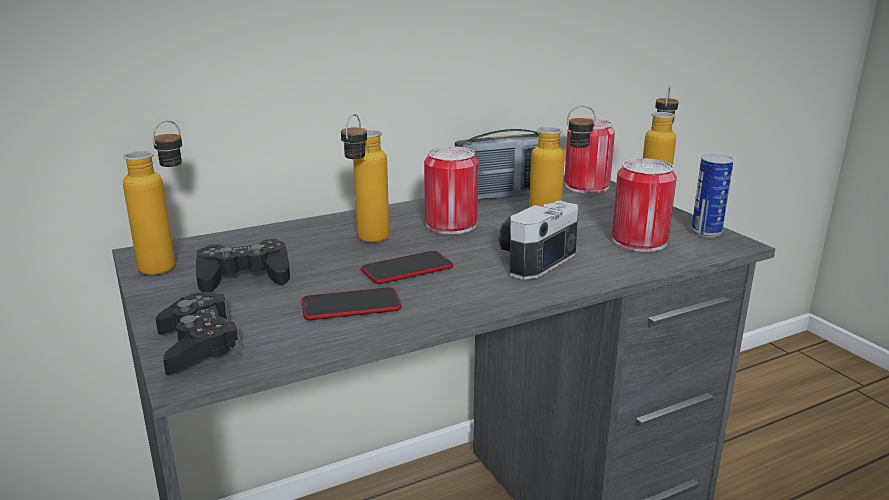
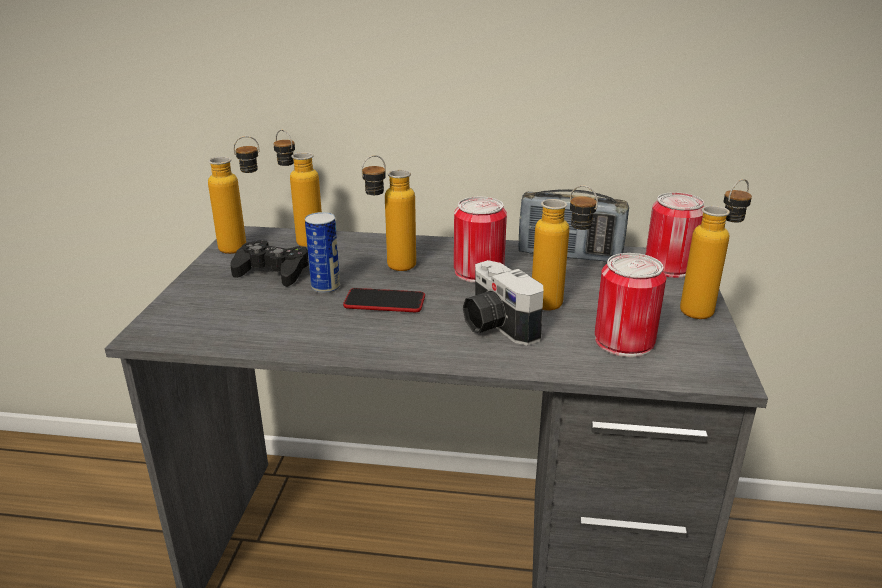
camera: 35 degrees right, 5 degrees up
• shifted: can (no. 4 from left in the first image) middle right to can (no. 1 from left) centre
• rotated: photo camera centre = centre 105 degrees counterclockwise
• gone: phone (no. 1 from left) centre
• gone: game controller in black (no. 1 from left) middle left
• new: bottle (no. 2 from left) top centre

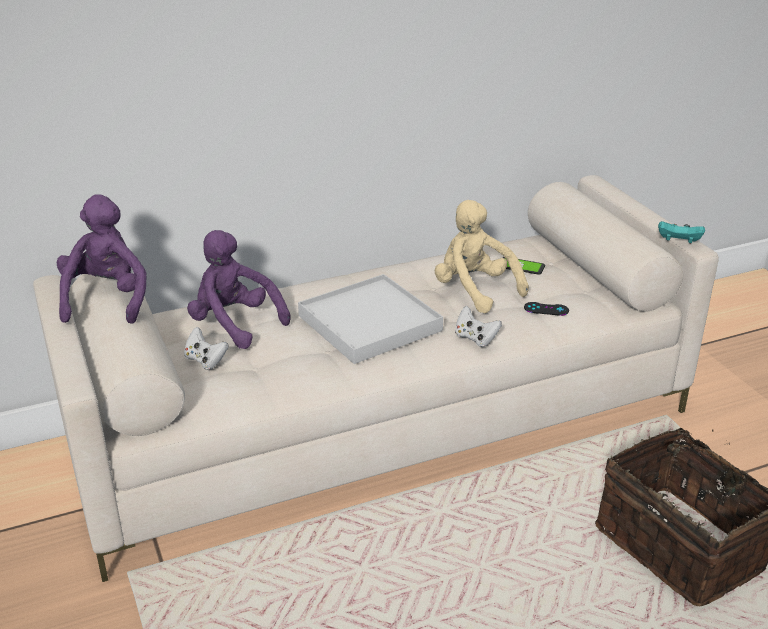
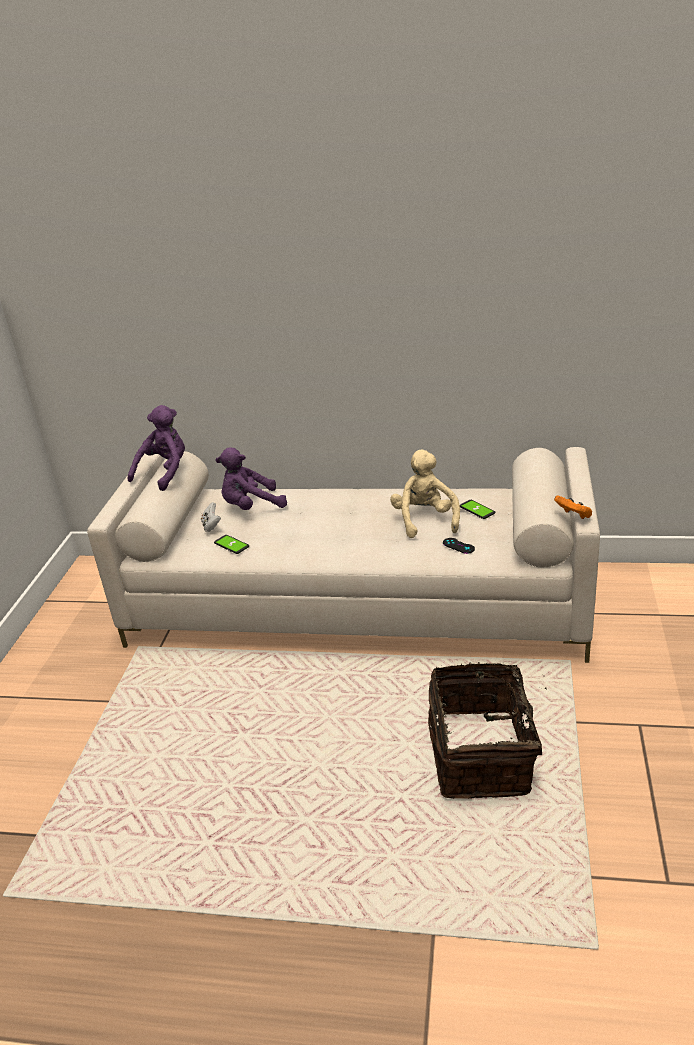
camera: 35 degrees right, 0 degrees up
• repainted: game controller in turquoise middle right to game controller in orange middle right
• rotated: plush toy in purple (no. 2 from left) middle left = centre 90 degrees counterclockwise
• gone: tray in white centre
• gone: game controller in white (no. 2 from left) centre
• new: phone (no. 1 from left) middle left

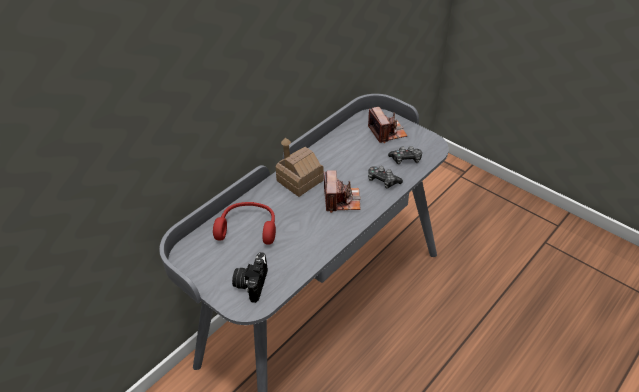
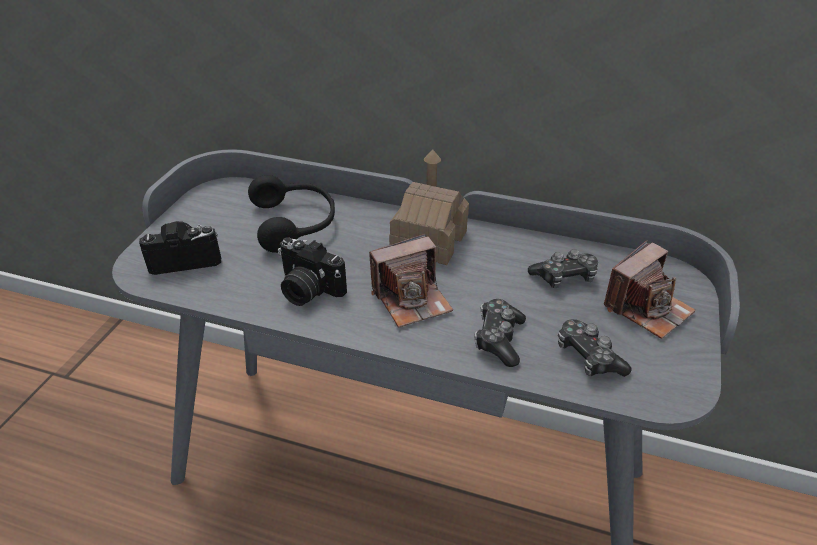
camera: 65 degrees right, 5 degrees down
• repainted: headphones in red centre to headphones in black centre
• new: photo camera (no. 2 from left) centre
• new: game controller (no. 2 from left) middle right

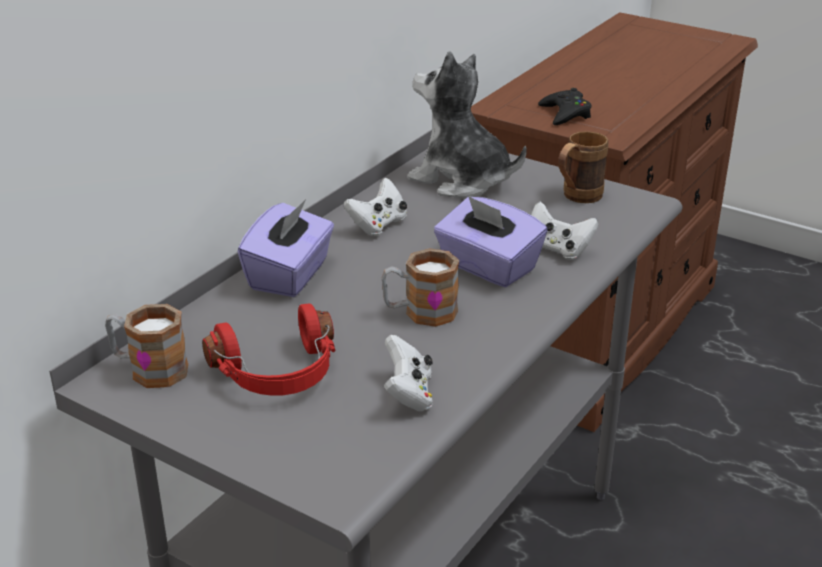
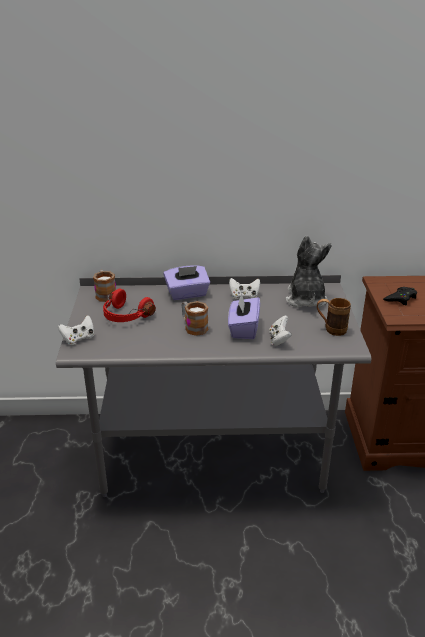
camera: 55 degrees right, 0 degrees up
• shifted: game controller in white (no. 2 from left in the first image) centre to game controller in white (no. 1 from left) middle left

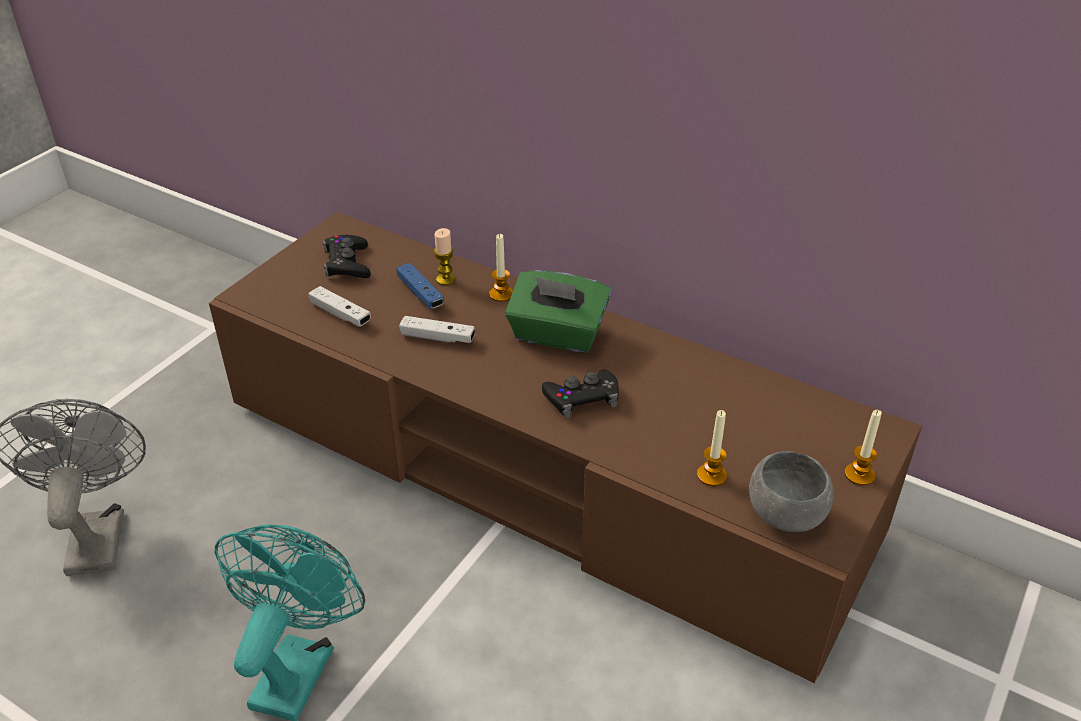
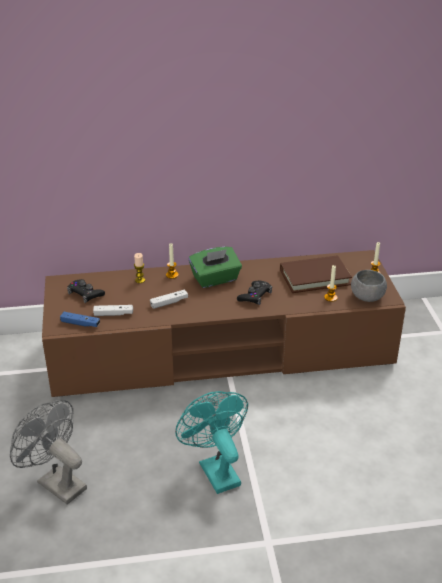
camera: 40 degrees left, 5 degrees down
• shifted: game controller in blue centre to middle left
• new: book in brown middle right

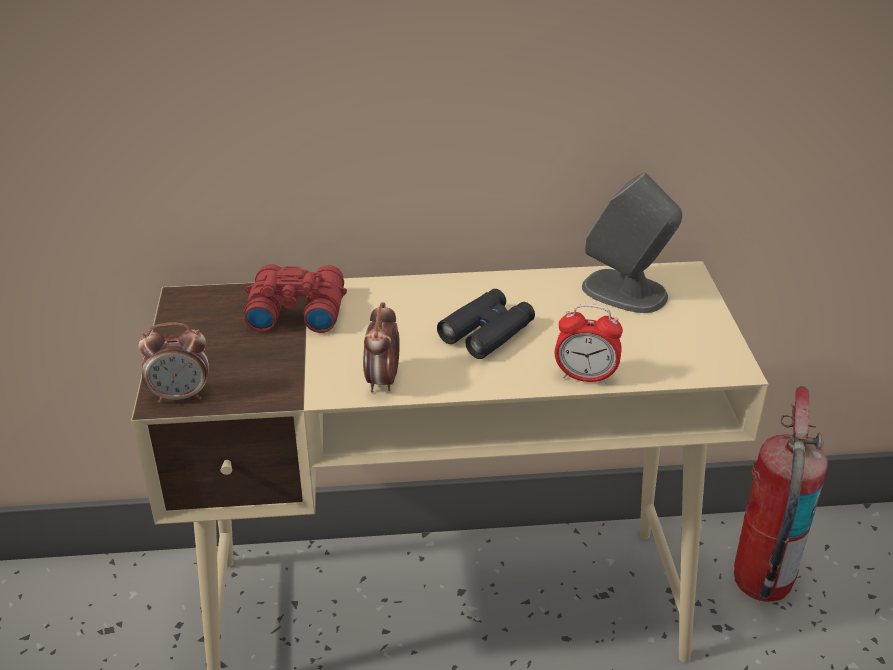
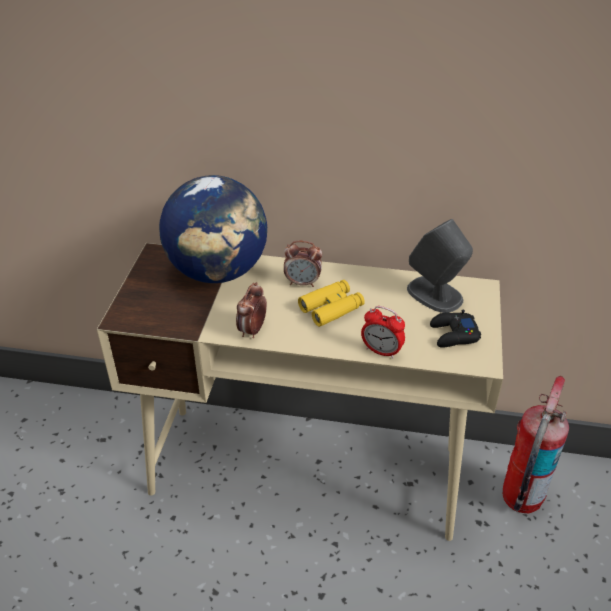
camera: 15 degrees right, 5 degrees up
• swapped: binoculars in red middle left to globe centre
• repainted: binoculars in black centre to binoculars in yellow centre
• shifted: alarm clock (no. 1 from left in the first image) middle left to alarm clock (no. 2 from left) centre
• new: game controller in black middle right

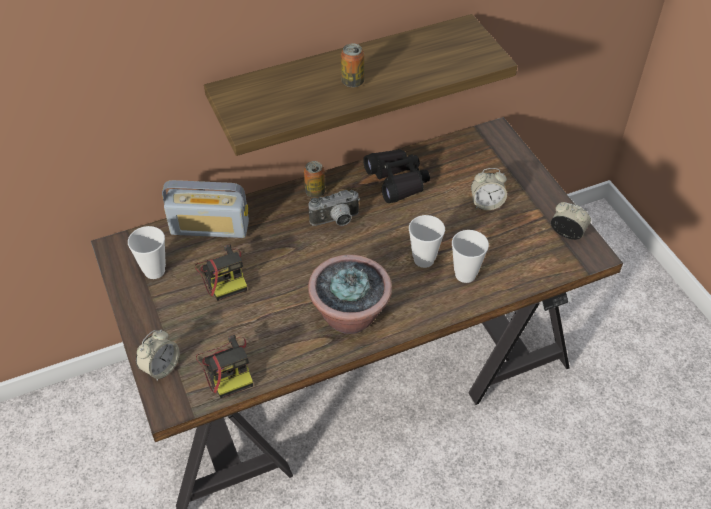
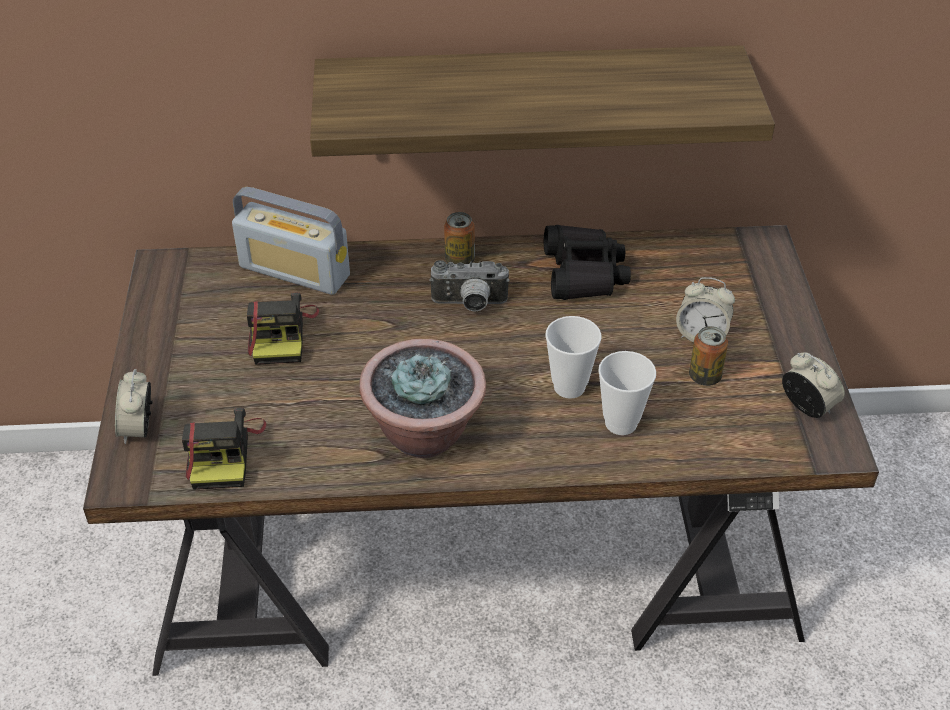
camera: 20 degrees right, 5 degrees down
• shifted: can (no. 2 from left) top centre to middle right
• gone: cup (no. 1 from left) middle left
• rotated: alarm clock (no. 1 from left) bottom left = middle left 120 degrees clockwise

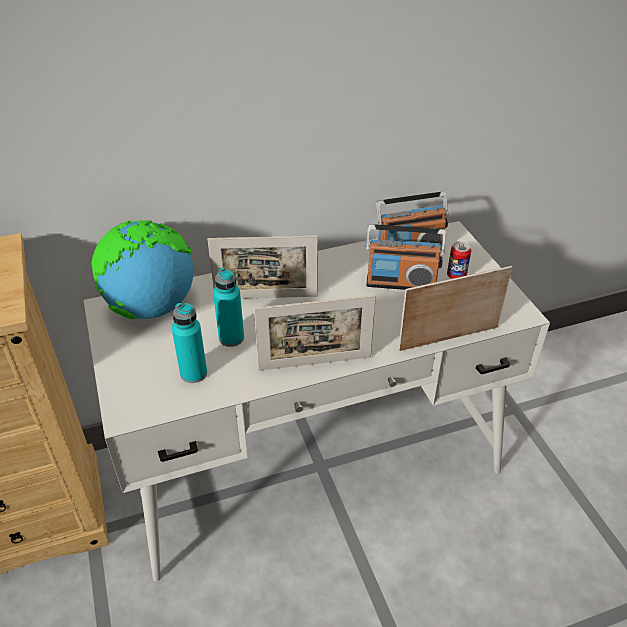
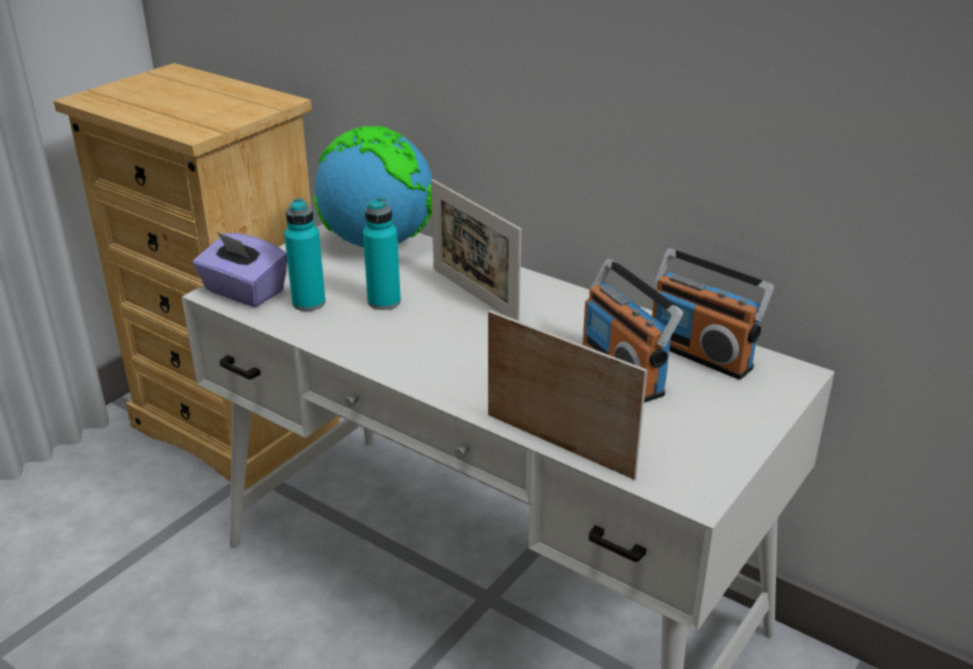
camera: 55 degrees right, 10 degrees down
• gone: can middle right
• gone: picture frame (no. 2 from left) centre
• new: tissue box in purple middle left

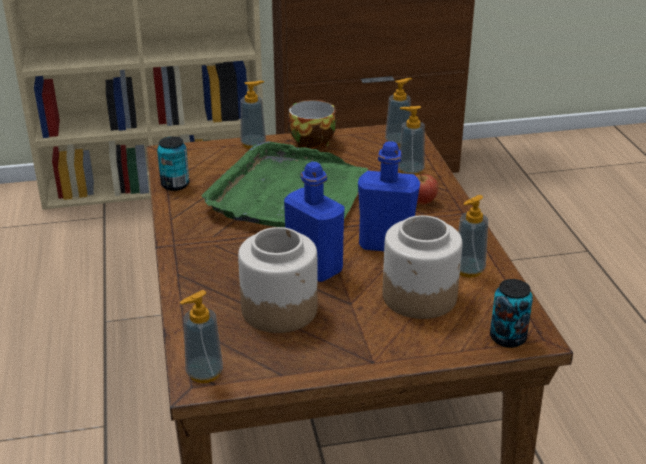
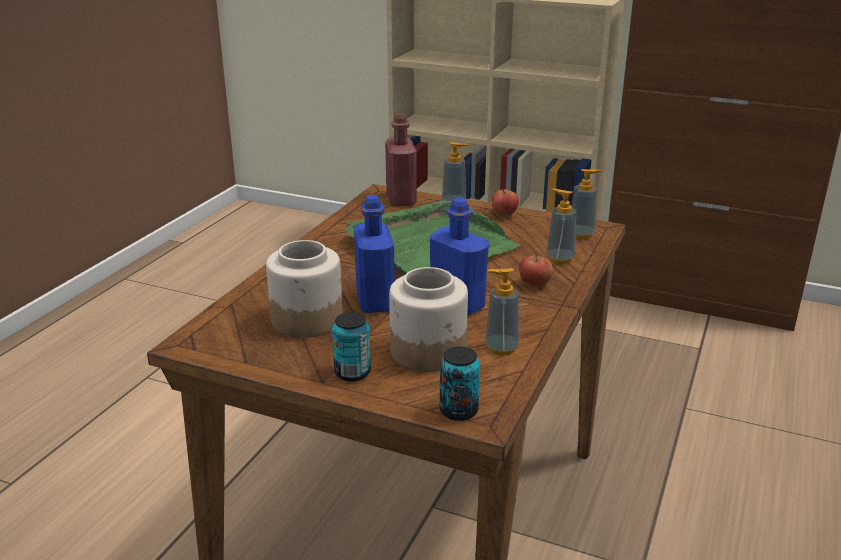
camera: 35 degrees right, 5 degrees down
• swapped: cup top centre to apple (no. 1 from left) centre
• shifted: can (no. 1 from left) middle left to centre
• gone: soap dispenser (no. 1 from left) bottom left
• new: bottle in red top centre

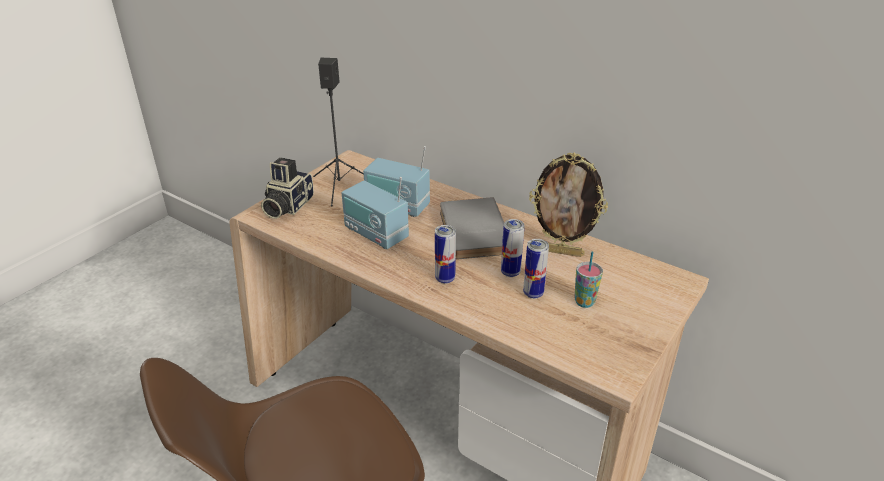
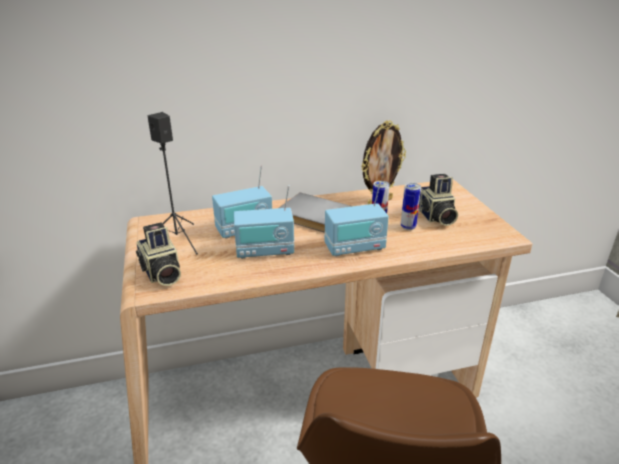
camera: 50 degrees left, 5 degrees down
• swapped: can (no. 1 from left) centre to radio (no. 3 from left) centre
• swapped: cup centre to photo camera (no. 2 from left) middle right

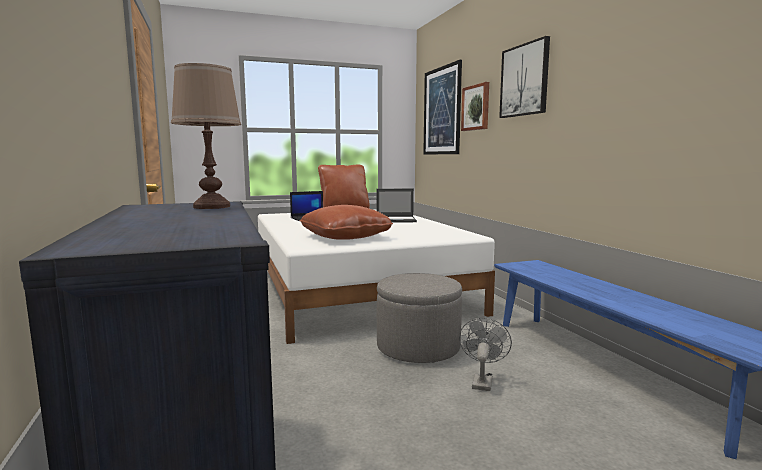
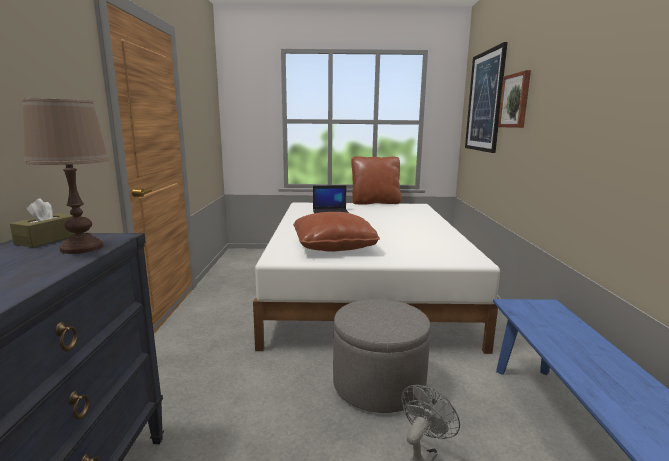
camera: 20 degrees right, 5 degrees up
• gone: picture (no. 3 from left) top right
• gone: laptop (no. 2 from left) centre
• new: tissue box in brown middle left

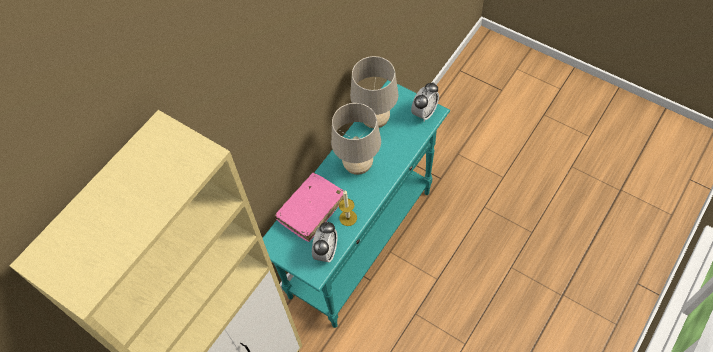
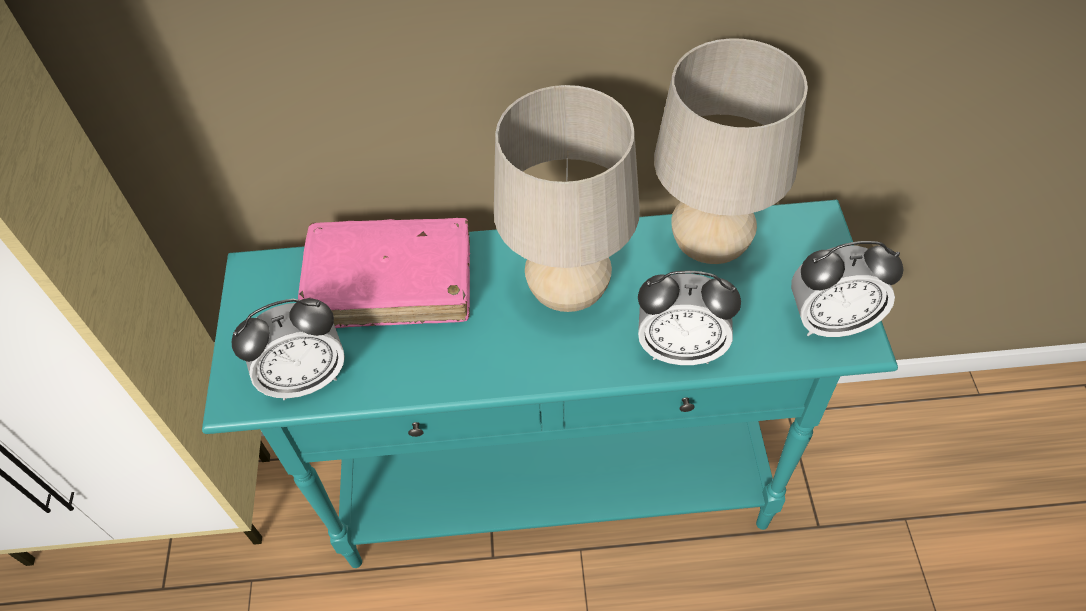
camera: 50 degrees right, 5 degrees down
• gone: candle centre
• new: alarm clock (no. 2 from left) centre

